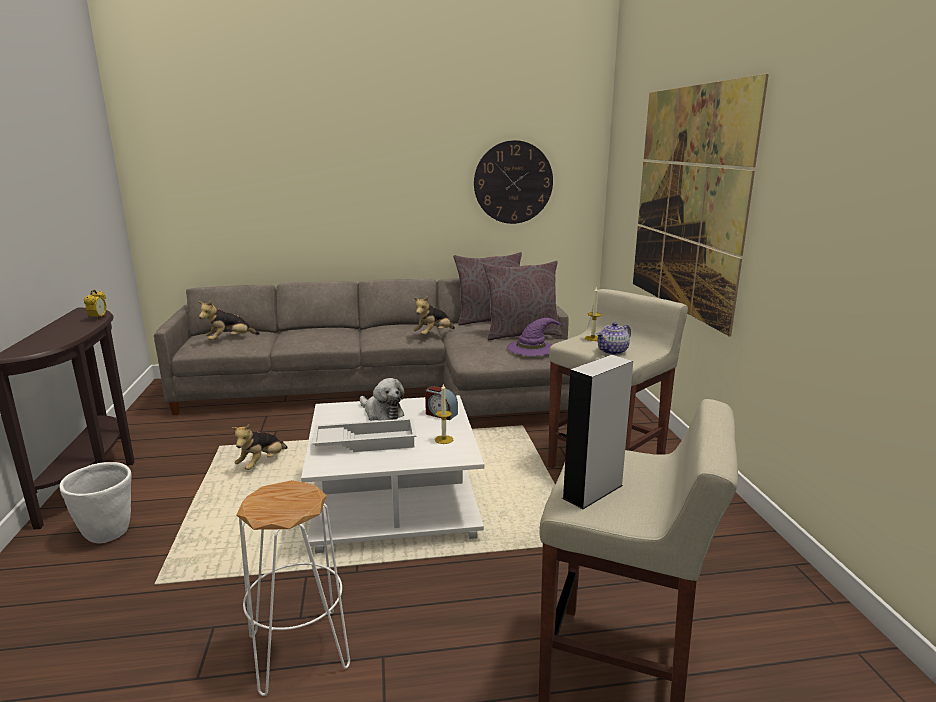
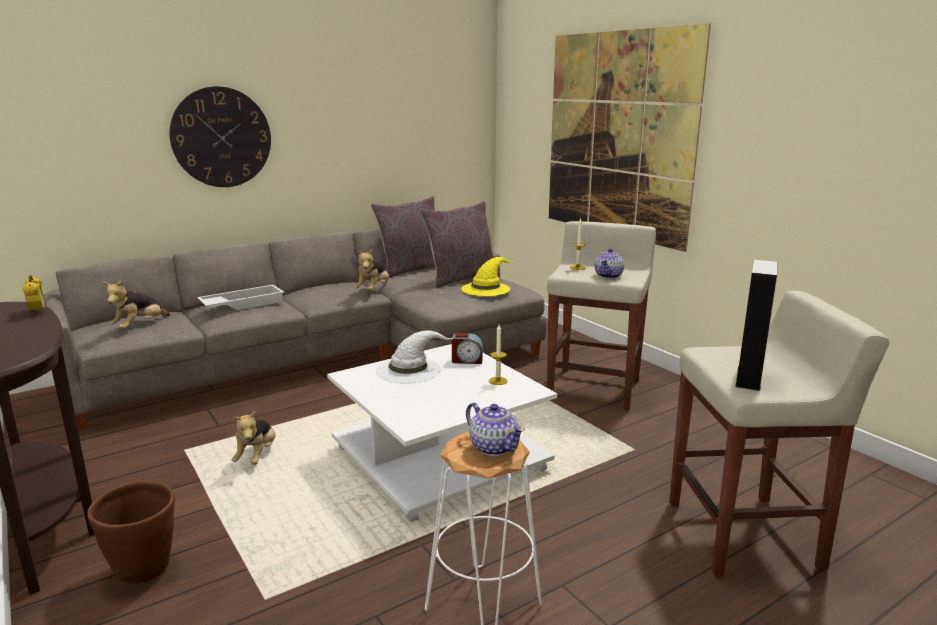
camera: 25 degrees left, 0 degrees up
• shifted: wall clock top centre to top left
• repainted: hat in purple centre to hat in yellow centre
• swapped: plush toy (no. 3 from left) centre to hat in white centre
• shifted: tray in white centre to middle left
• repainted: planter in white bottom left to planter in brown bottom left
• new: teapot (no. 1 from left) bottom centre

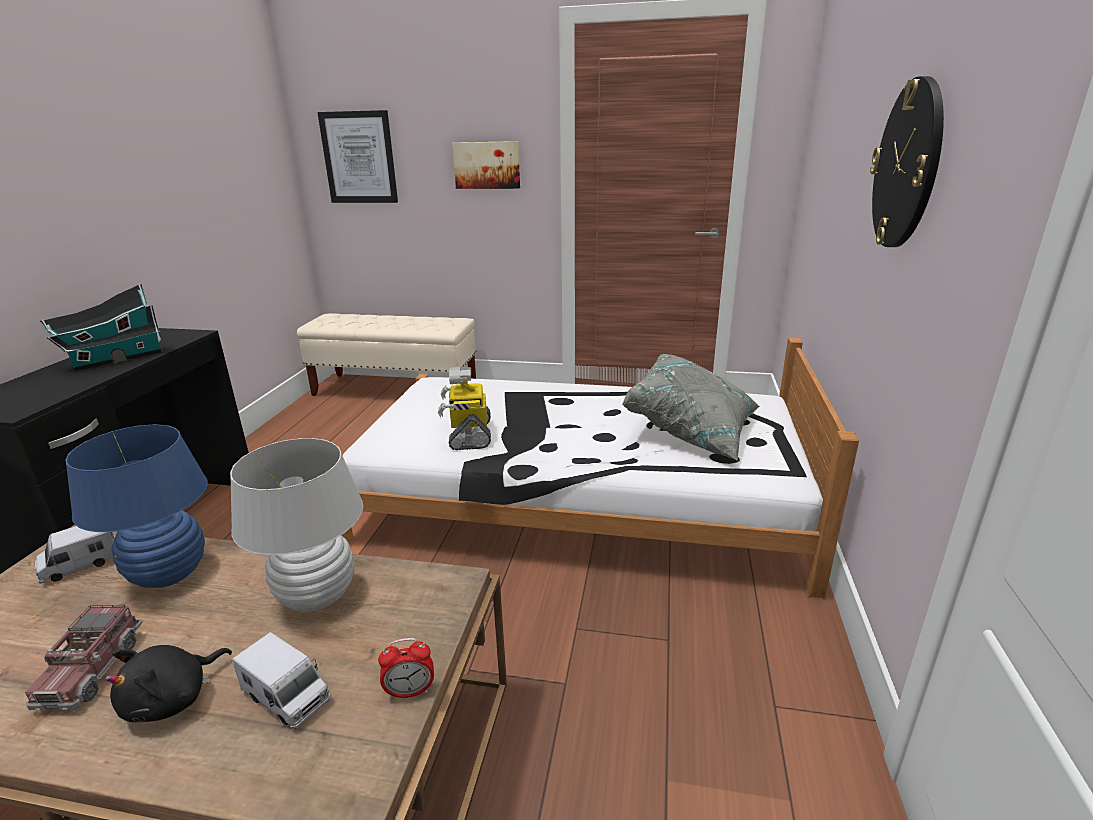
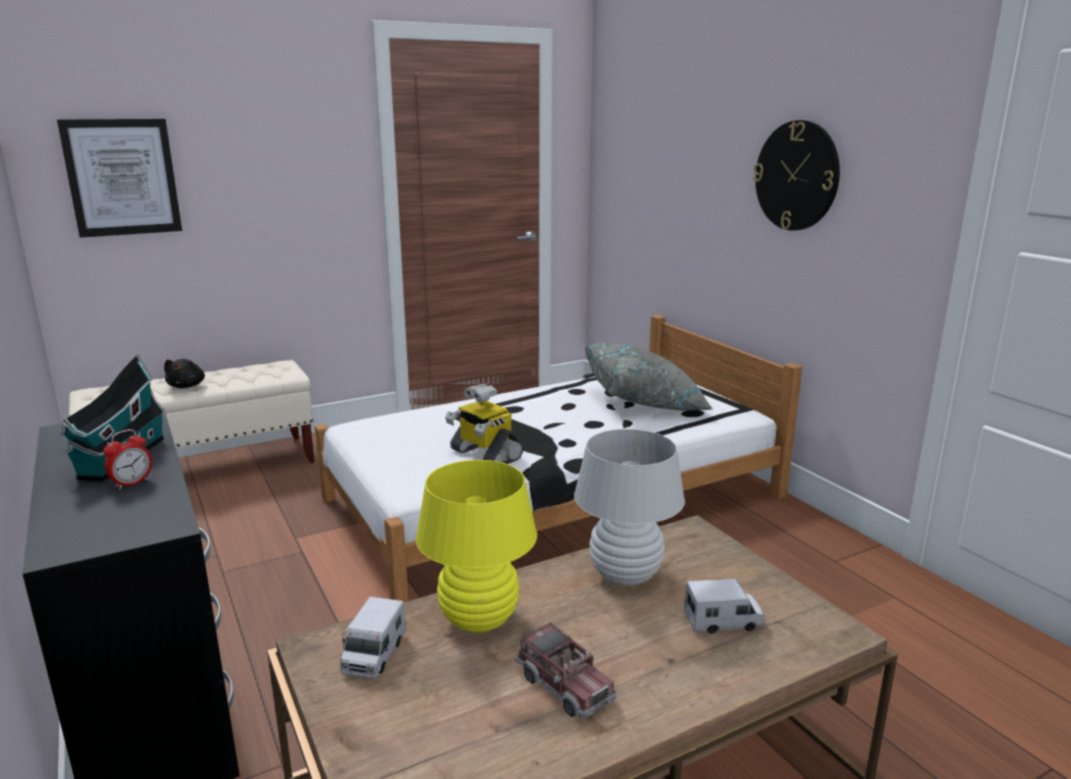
camera: 40 degrees left, 5 degrees down
• gone: picture (no. 2 from left) top centre
• repainted: table lamp in blue middle left to table lamp in yellow bottom centre
• shifted: alarm clock bottom centre to middle left
• shifted: plush toy in black bottom left to middle left

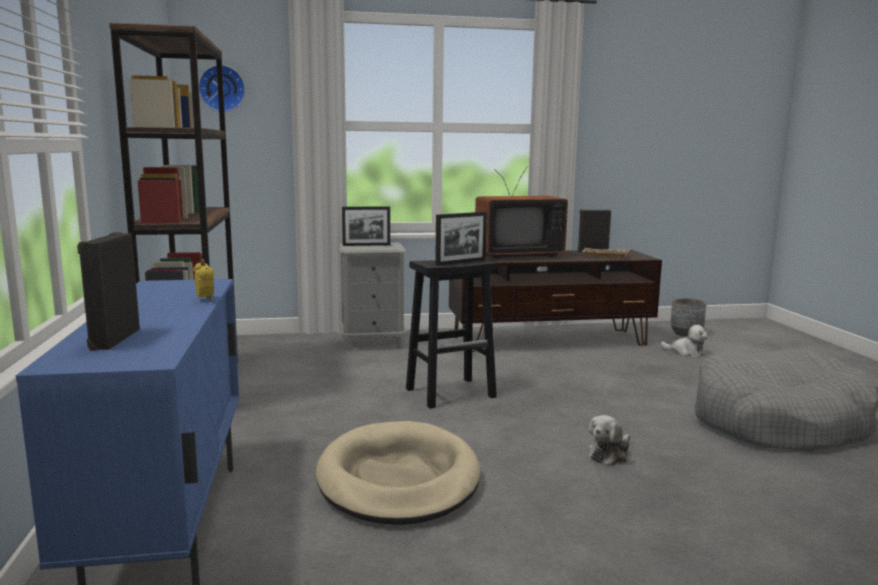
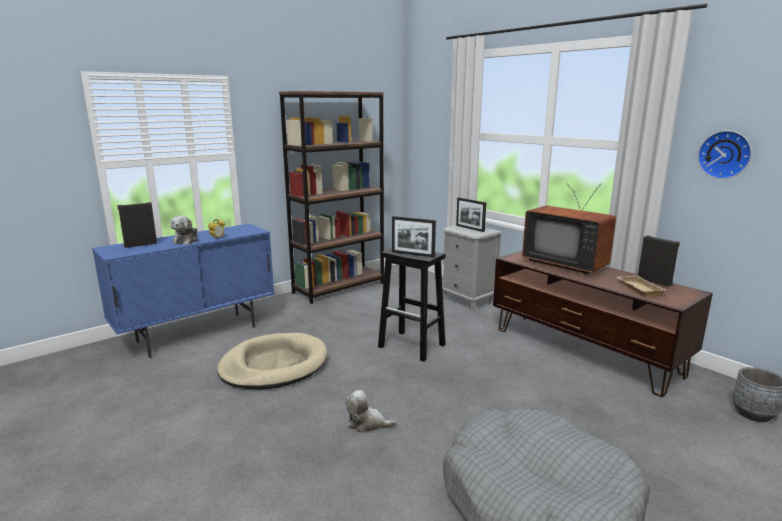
camera: 60 degrees right, 5 degrees up
• shifted: wall clock top left to top right
• shifted: plush toy (no. 2 from left in the first image) middle right to plush toy (no. 1 from left) middle left

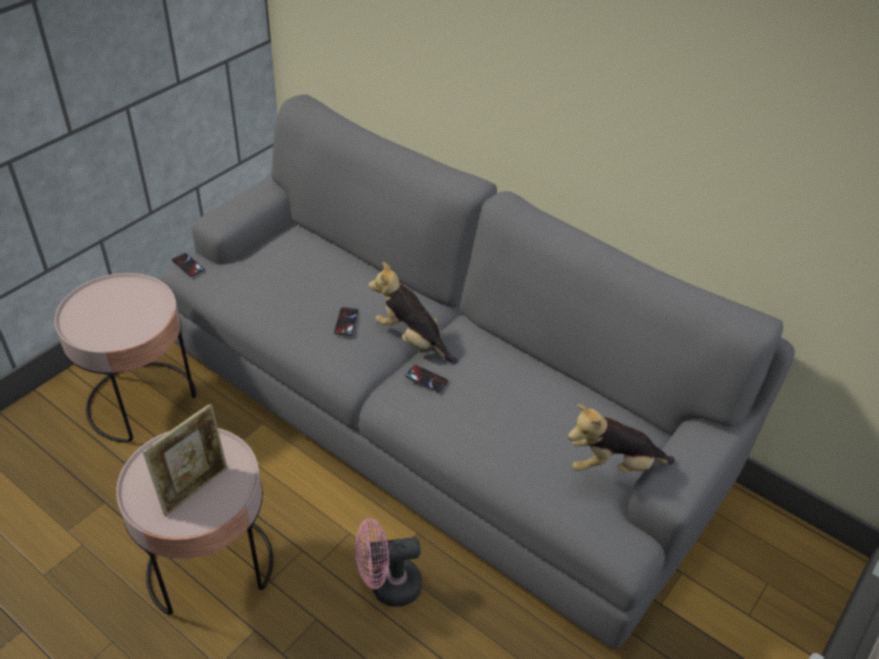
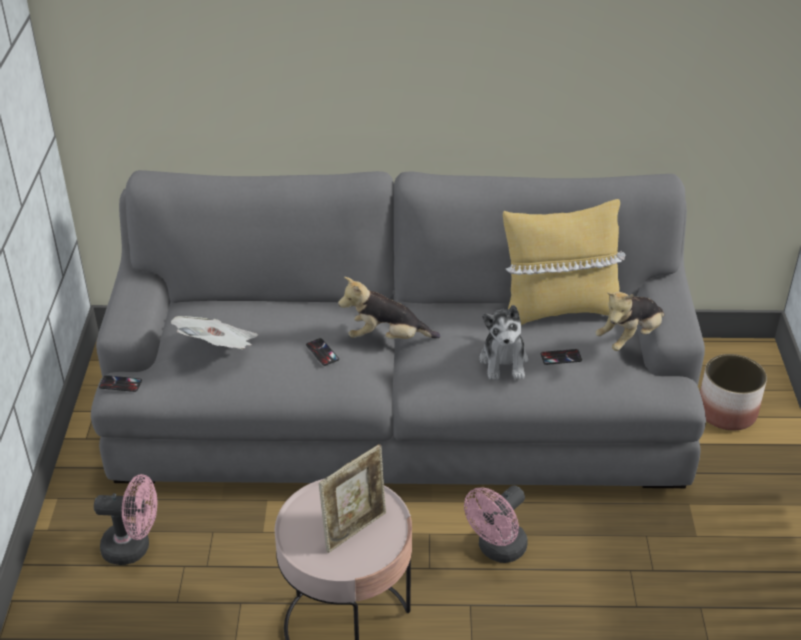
camera: 35 degrees left, 5 degrees down
• swapped: side table in pink (no. 1 from left) middle left to fan in pink (no. 1 from left) bottom left
• shifted: phone (no. 3 from left) centre to middle right
• rotated: picture frame bottom left = bottom centre 45 degrees clockwise
• new: pillow in yellow middle right
• new: plush toy (no. 2 from left) centre
• new: newspaper middle left
• new: planter middle right

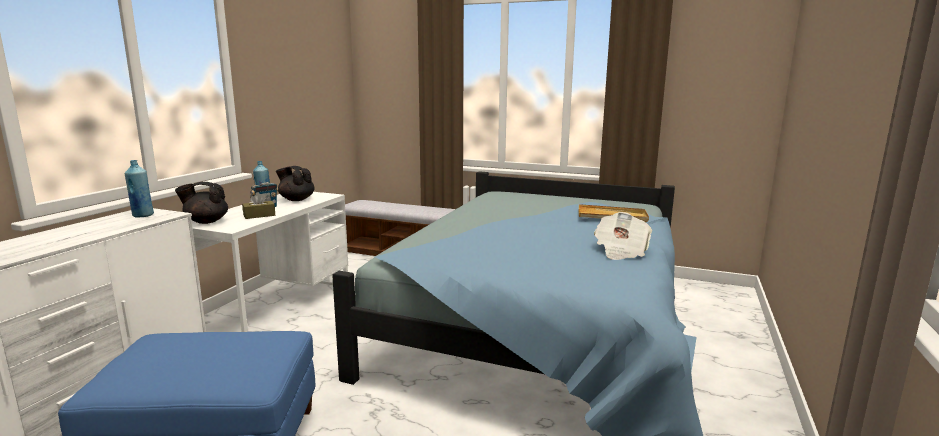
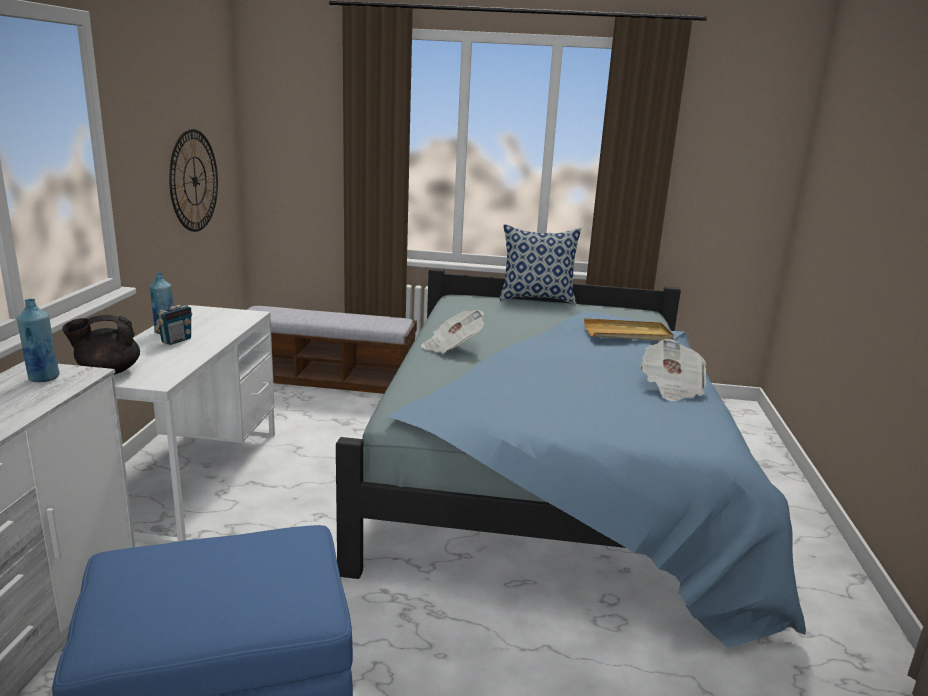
camera: 15 degrees left, 5 degrees up
• gone: teapot in black (no. 2 from left) middle left
• gone: tissue box in brown middle left
• new: wall clock top left
• new: pillow centre
• new: newspaper (no. 1 from left) centre

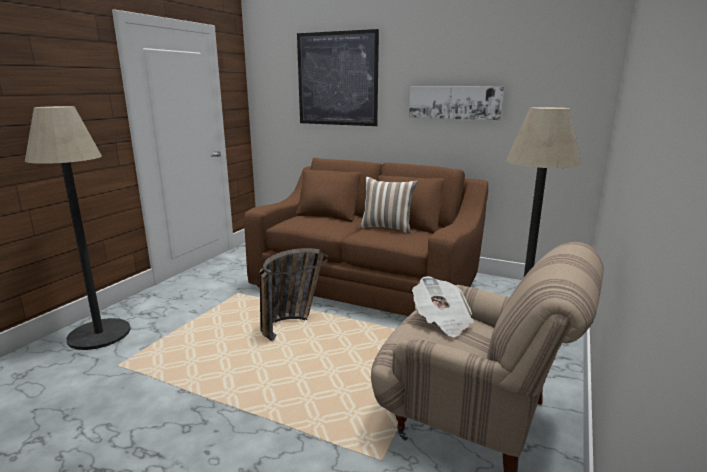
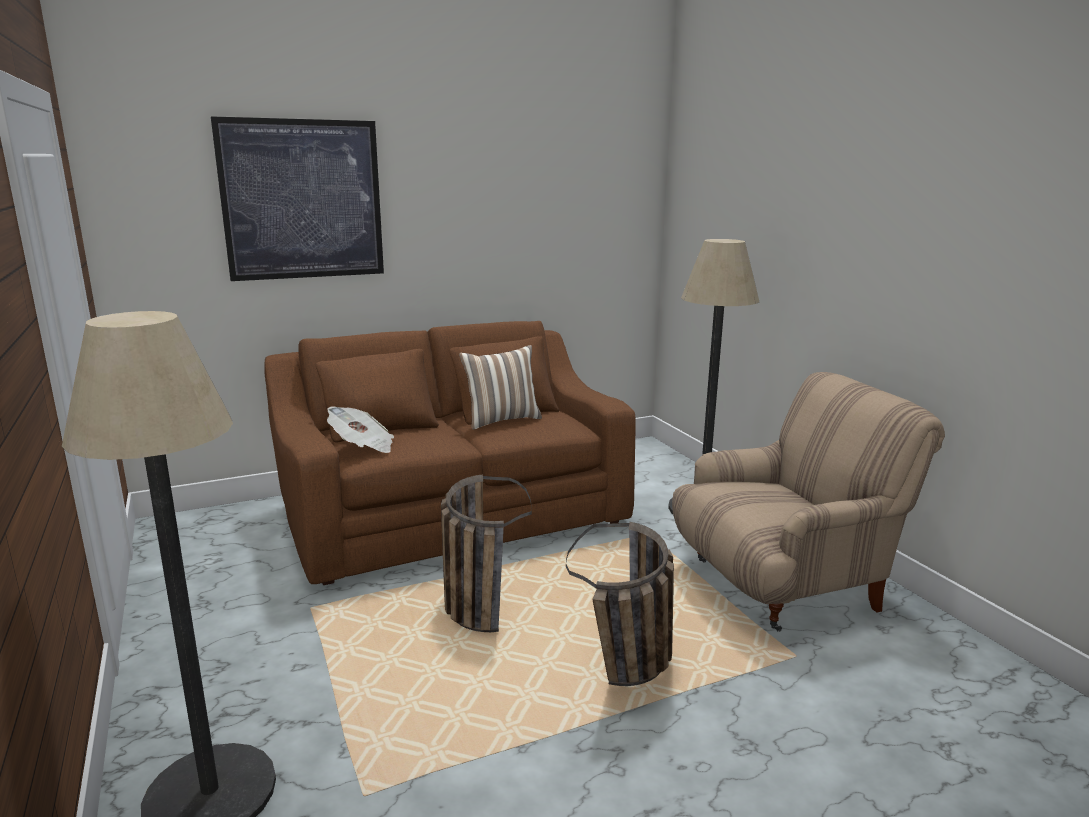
camera: 50 degrees left, 0 degrees up
• gone: picture (no. 2 from left) top centre
• shifted: newspaper centre to middle left
• new: basket (no. 2 from left) bottom centre

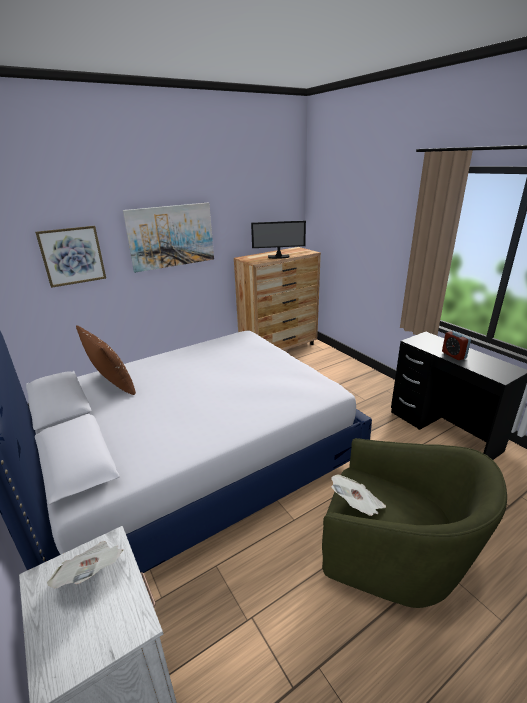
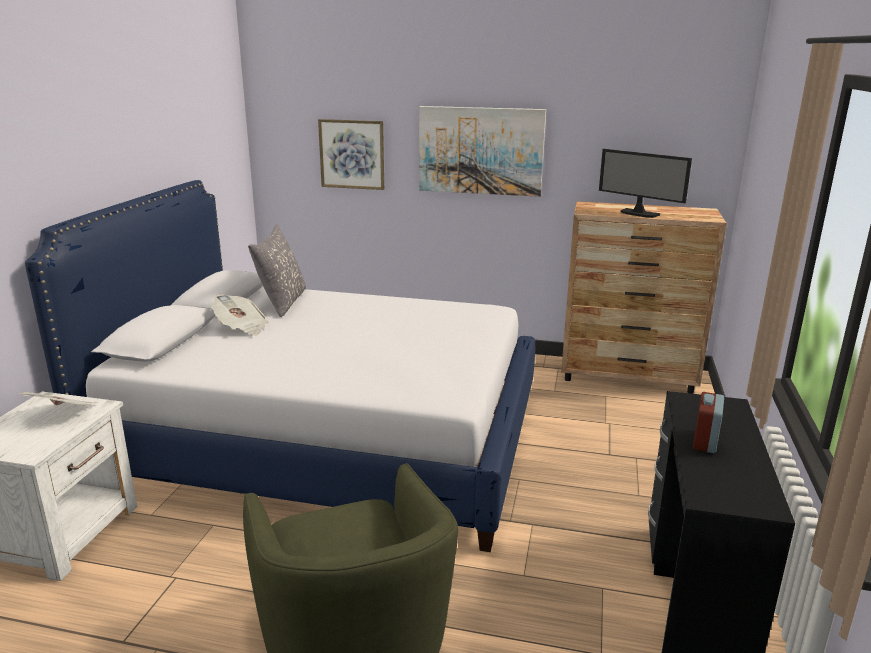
camera: 45 degrees right, 5 degrees down
• repainted: pillow in brown middle left to pillow in grey middle left
• shifted: newspaper (no. 2 from left) bottom right to middle left

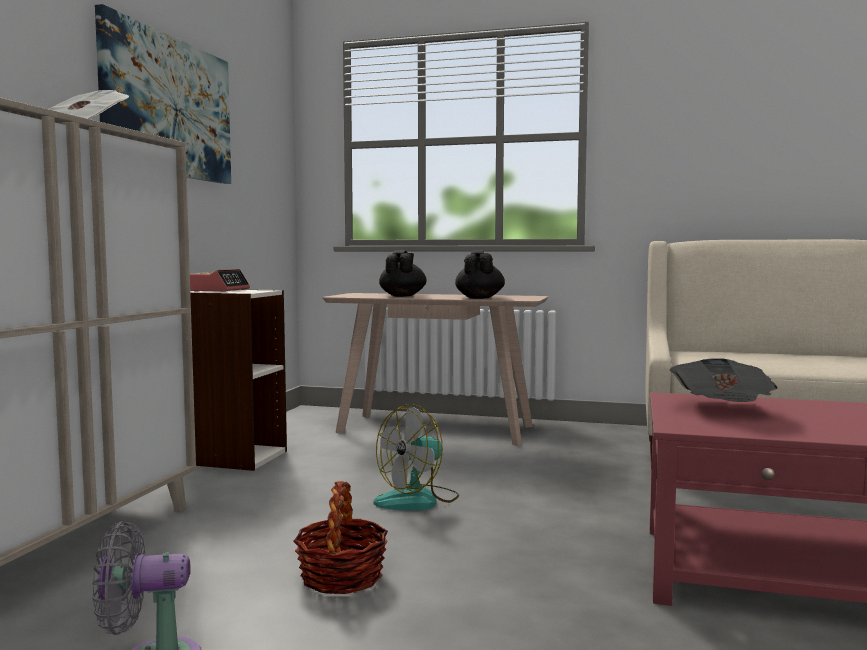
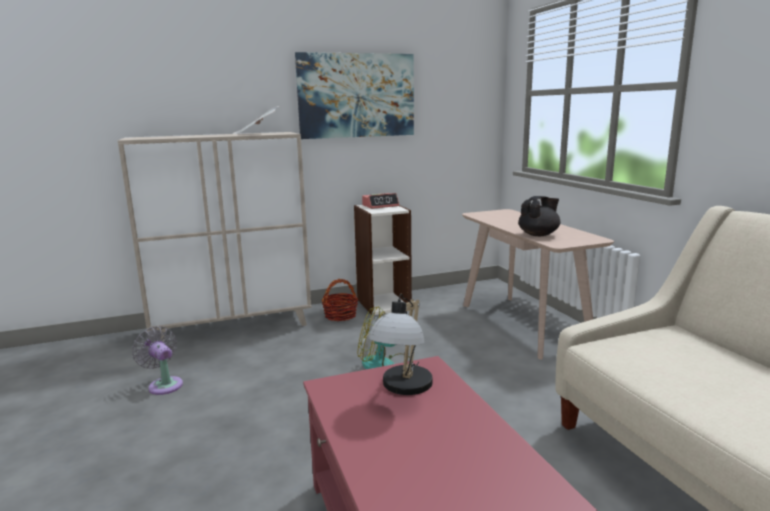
camera: 55 degrees right, 10 degrees up
• gone: teapot in black (no. 1 from left) centre
• swapped: newspaper (no. 2 from left) middle right to table lamp bottom centre
• shifted: basket bottom centre to centre

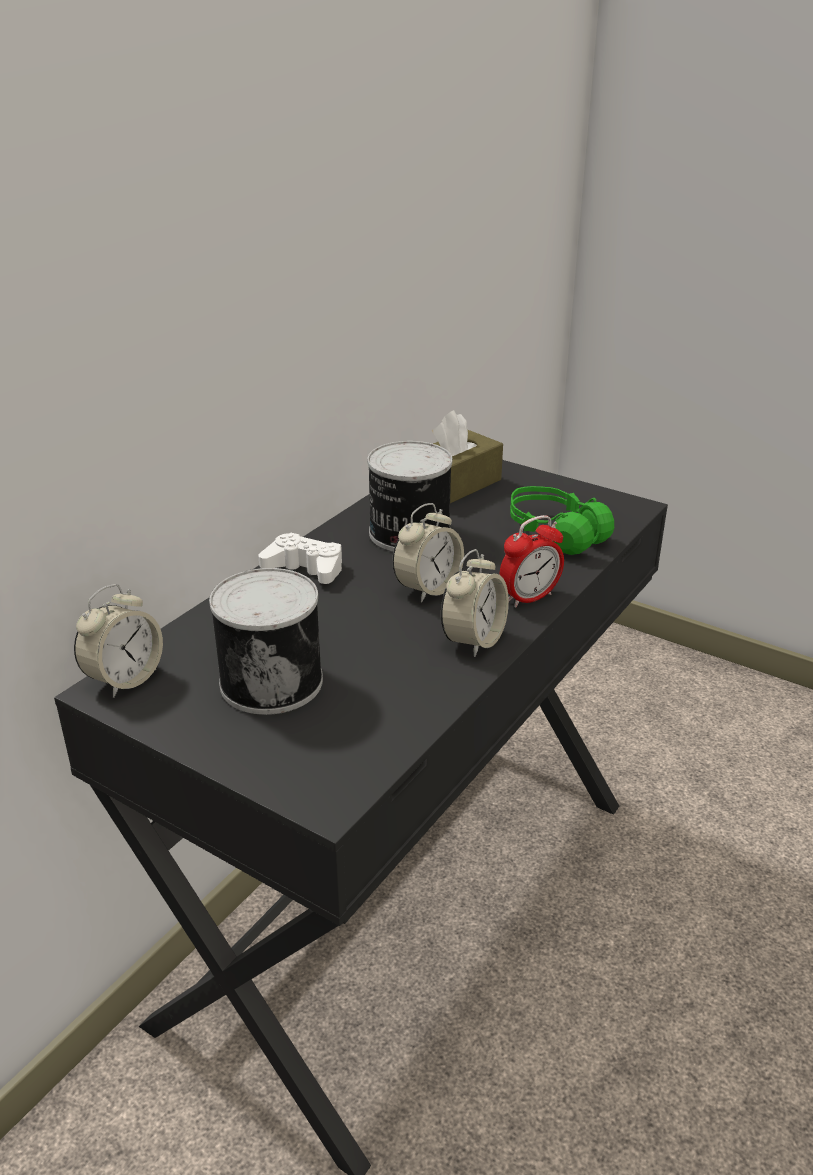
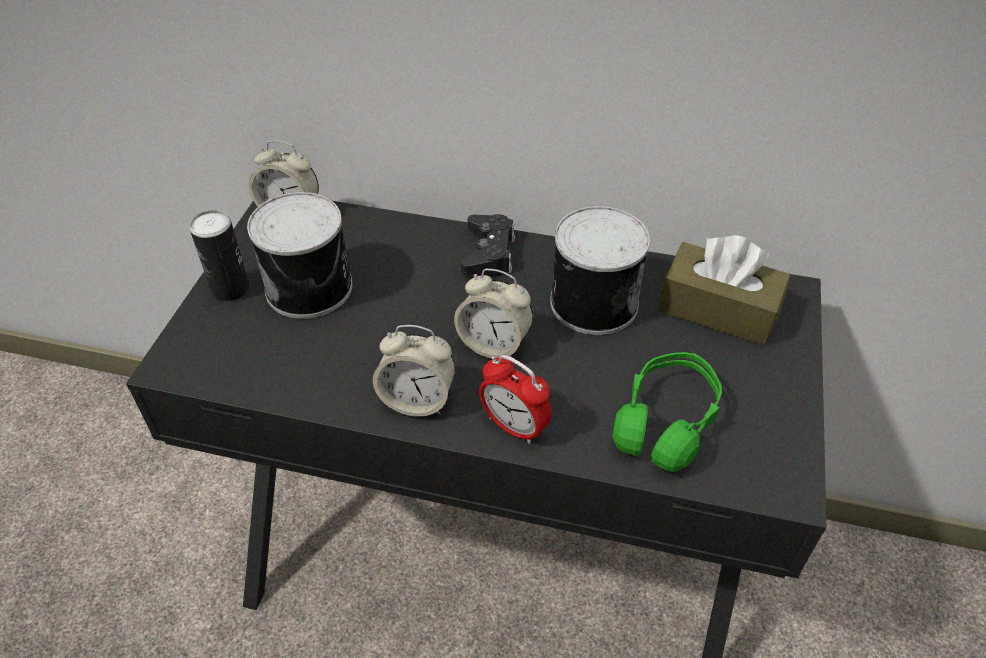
camera: 70 degrees right, 15 degrees up
• repainted: game controller in white centre to game controller in black centre
• new: can (no. 1 from left) middle left

